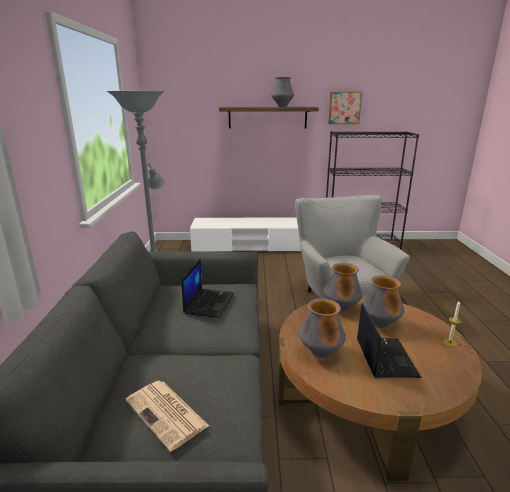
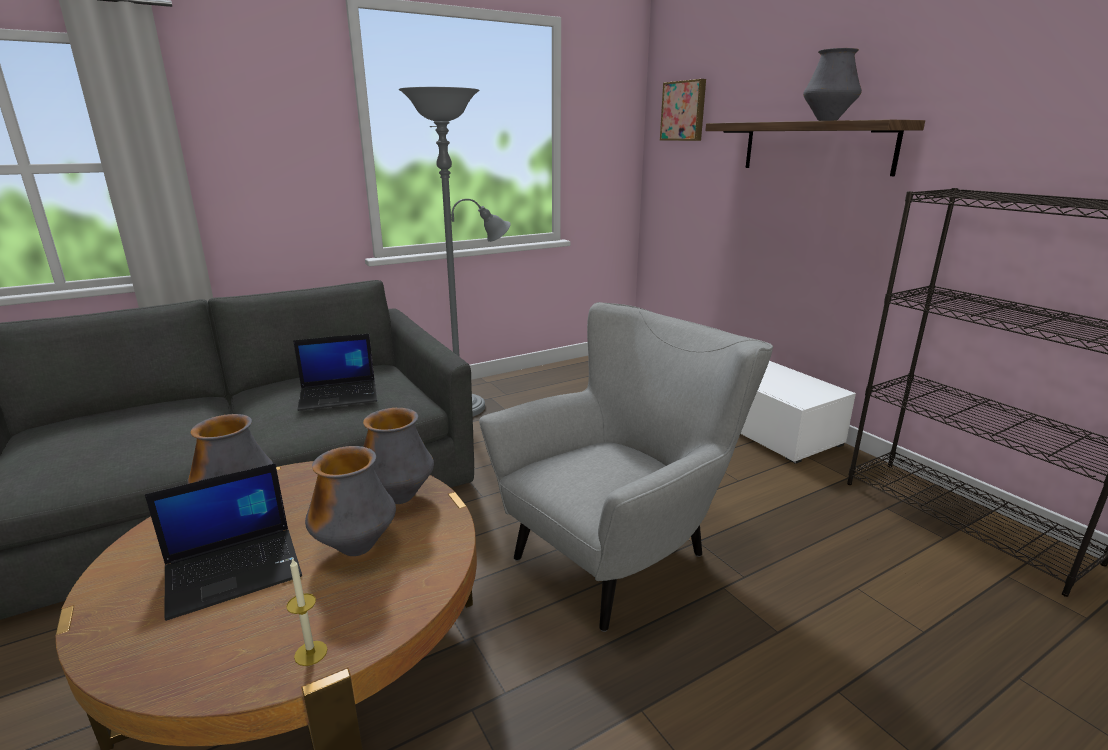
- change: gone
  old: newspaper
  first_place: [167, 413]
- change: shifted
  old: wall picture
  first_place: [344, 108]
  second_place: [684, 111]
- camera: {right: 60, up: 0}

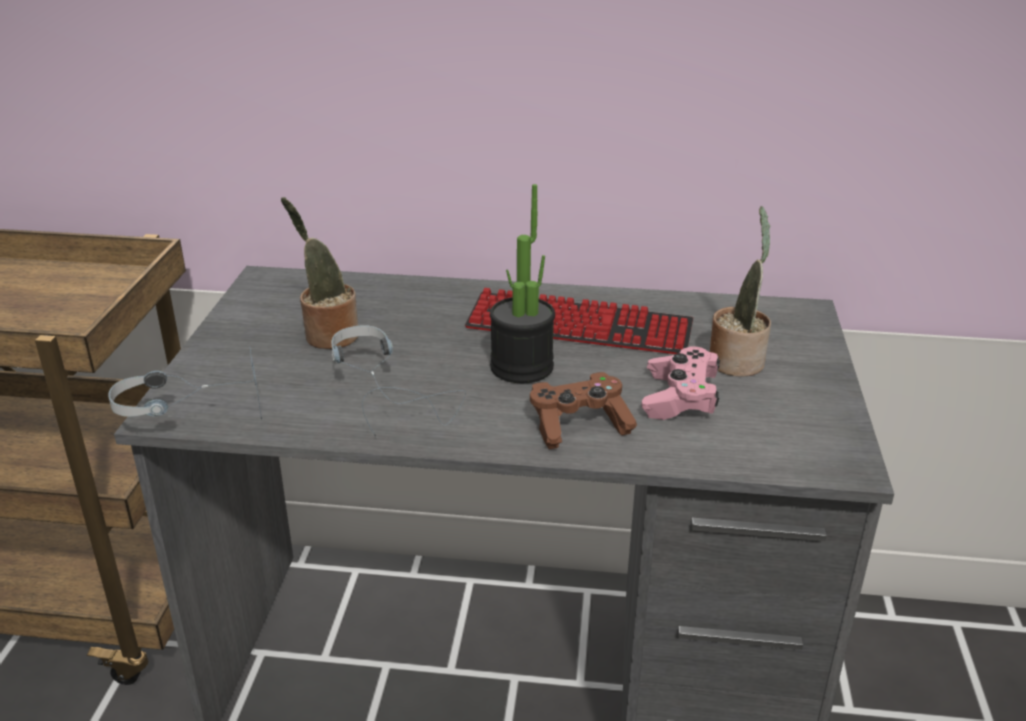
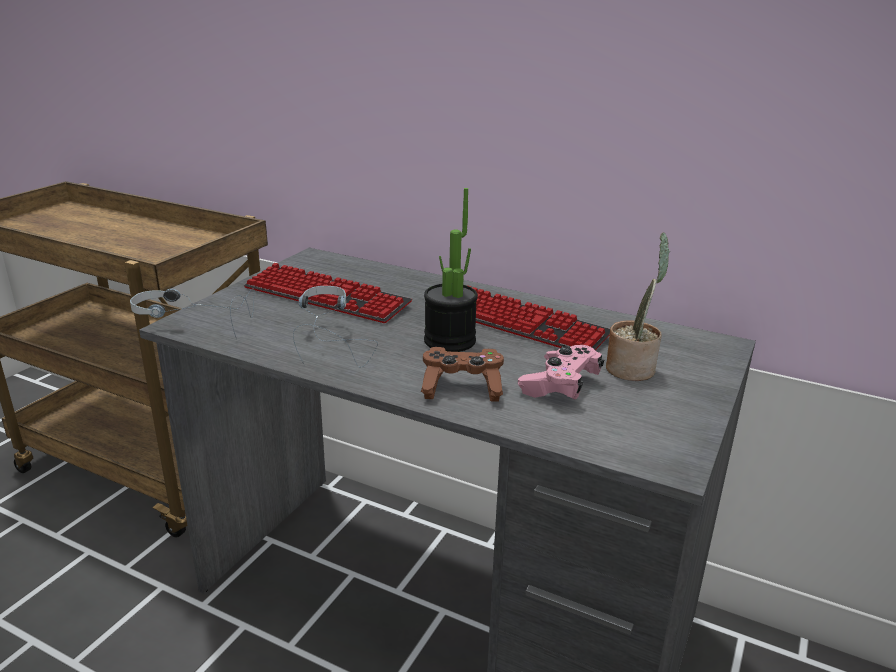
- change: swapped
  old: potted plant
  new: computer keyboard
  first_place: [328, 335]
  second_place: [326, 297]
- camera: {right: 20, up: -5}

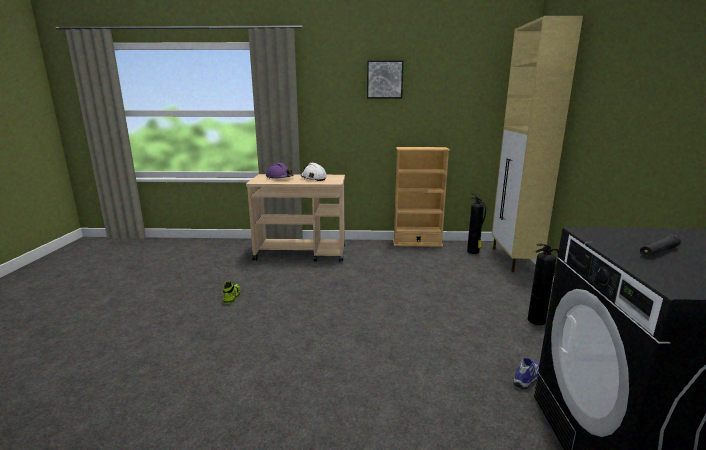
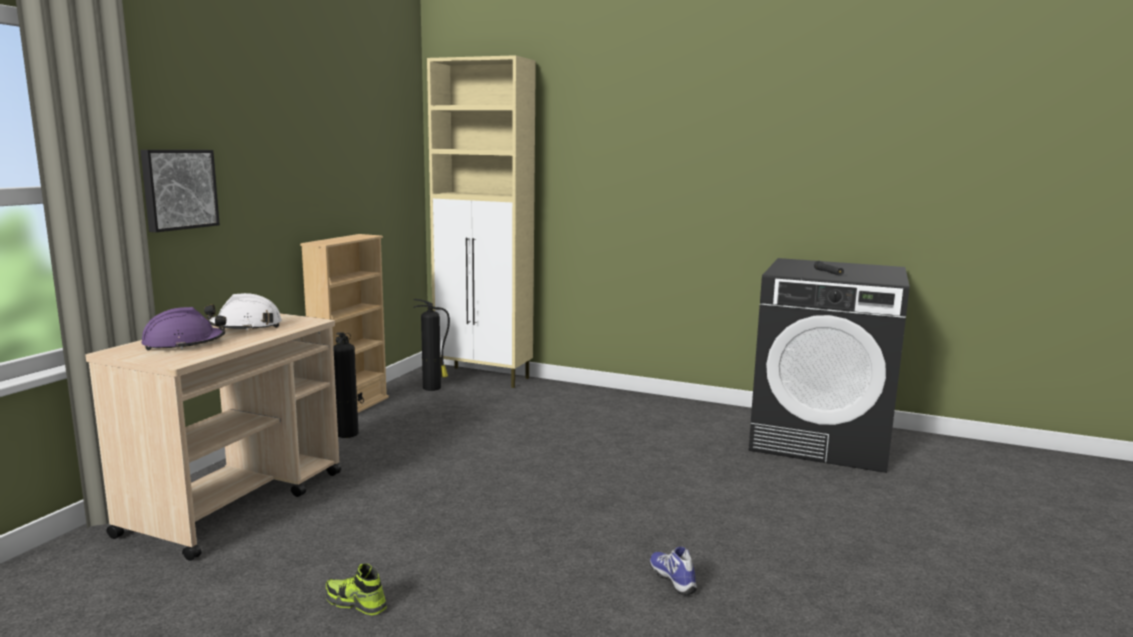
- change: shifted
  old: wall picture
  first_place: [384, 79]
  second_place: [178, 189]
- change: shifted
  old: item of footwear
  first_place: [528, 379]
  second_place: [673, 579]
- change: shifted
  old: fire-fighting cylinder
  first_place: [537, 320]
  second_place: [347, 433]
- camera: {right: -70, up: -5}

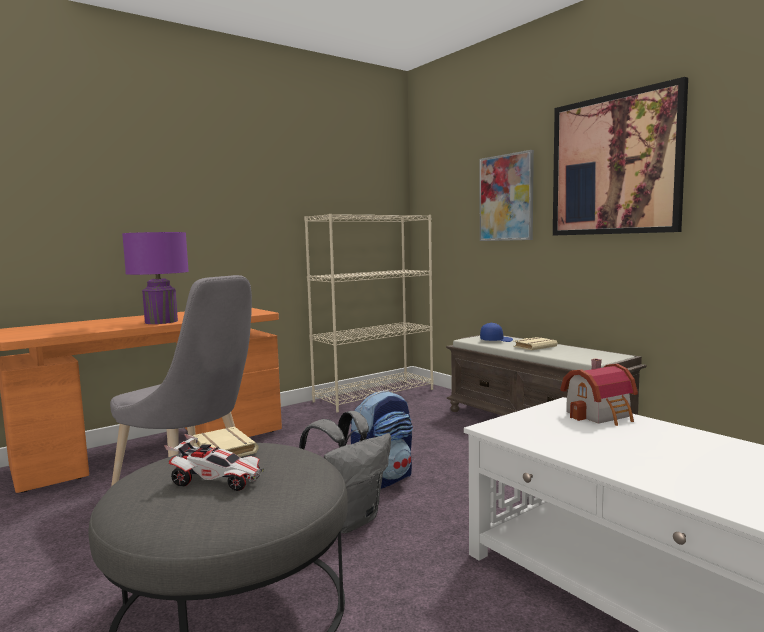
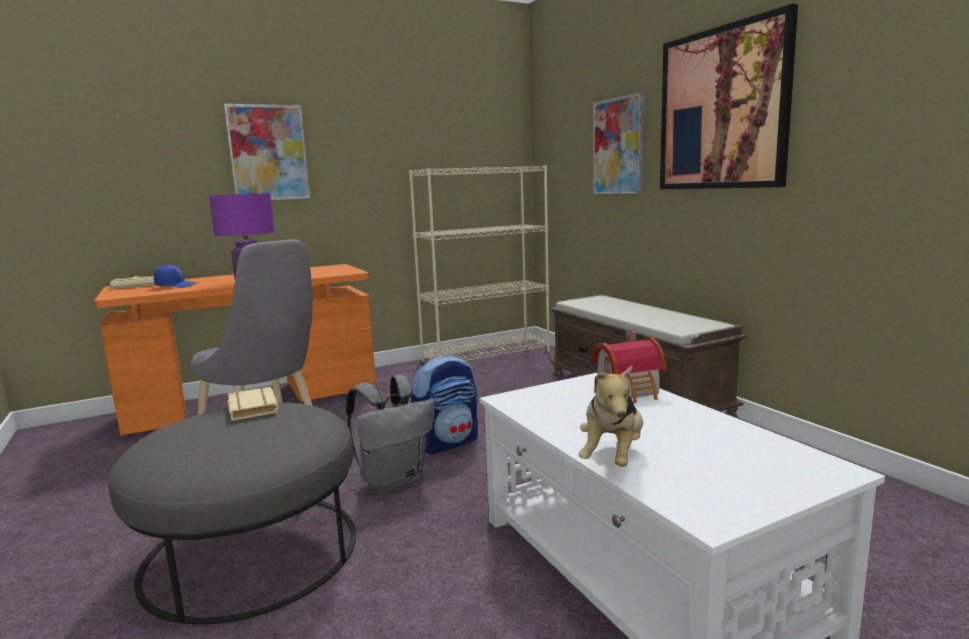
- change: gone
  old: model car
  first_place: [217, 481]
- change: shifted
  old: blue baseball cap
  first_place: [496, 340]
  second_place: [176, 286]
- change: shifted
  old: beige-coloured volume
  first_place: [534, 347]
  second_place: [136, 285]
- change: new
  new: wall picture
  second_place: [268, 153]
- change: new
  new: plush toy
  second_place: [613, 456]
- camera: {right: 10, up: 5}

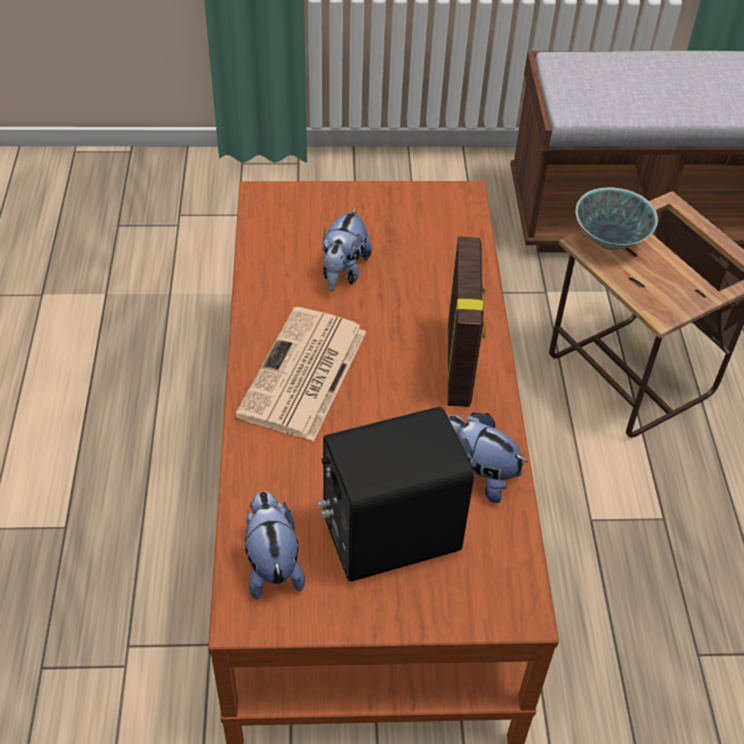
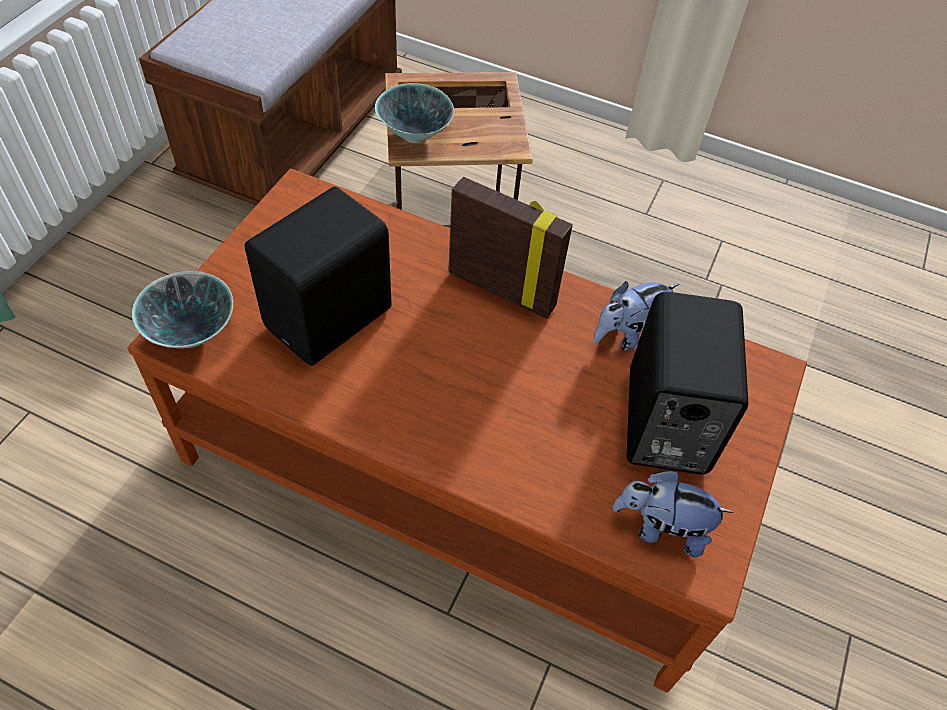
- change: gone
  old: newspaper
  first_place: [303, 375]
- change: swapped
  old: plush toy
  new: black-coloured audio speaker
  first_place: [343, 272]
  second_place: [332, 319]
- change: new
  new: serving bowl
  second_place: [192, 334]
- camera: {right: -65, up: 5}

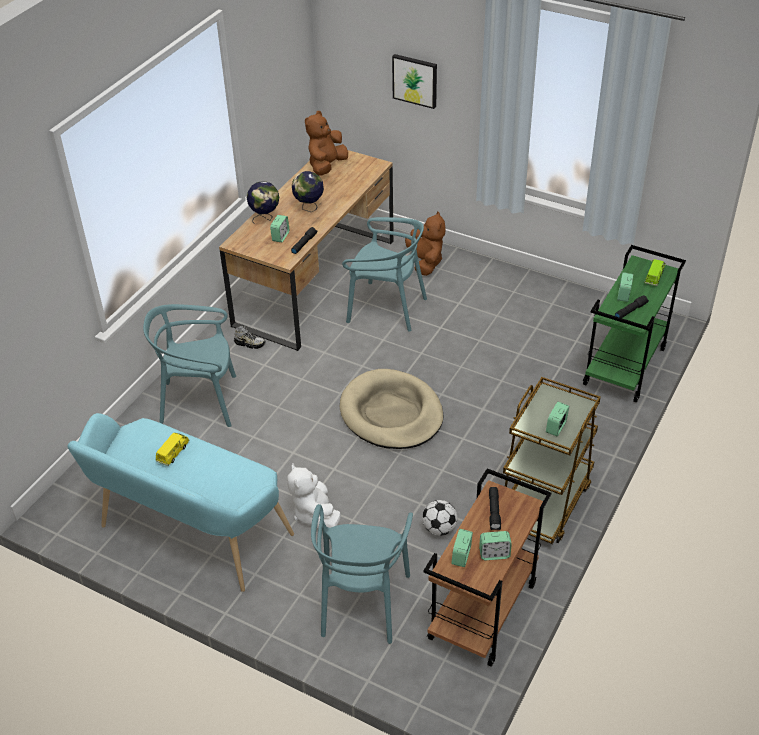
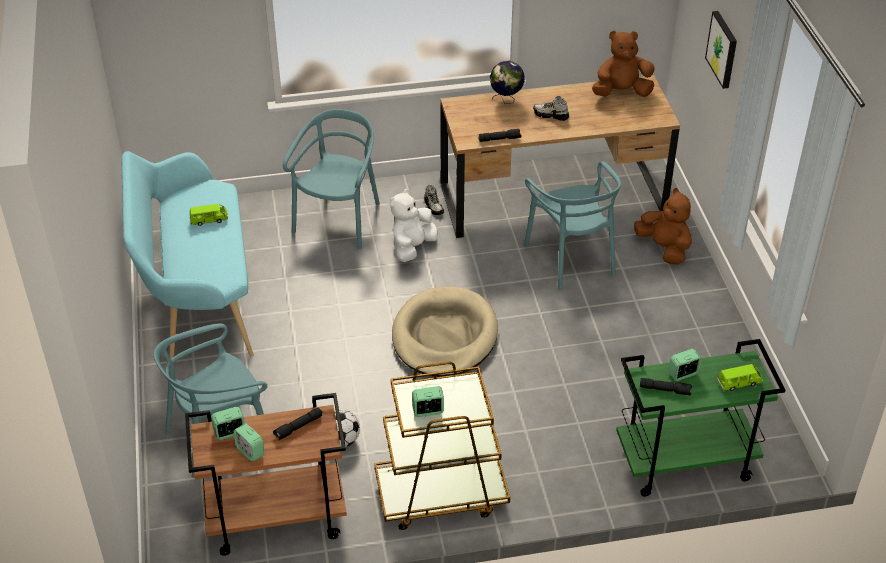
- change: rotated
  old: turquoise chair
  first_place: [200, 401]
  second_place: [339, 220]
  degrees: 60
- change: repainted
  old: yellowish model car
  new: greenish model car
  first_place: [173, 453]
  second_place: [209, 220]
- change: gone
  old: alarm clock
  first_place: [280, 237]
- change: shifted
  old: white-coloured plush toy
  first_place: [314, 513]
  second_place: [412, 247]
- change: swapped
  old: globe
  new: item of footwear
  first_place: [309, 208]
  second_place: [550, 115]
- change: rotated
  old: brownish plush toy
  first_place: [425, 262]
  second_place: [664, 248]
  degrees: -75
- camera: {right: 50, up: 0}

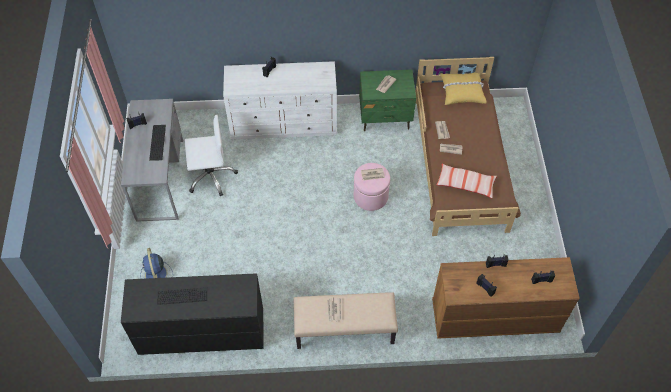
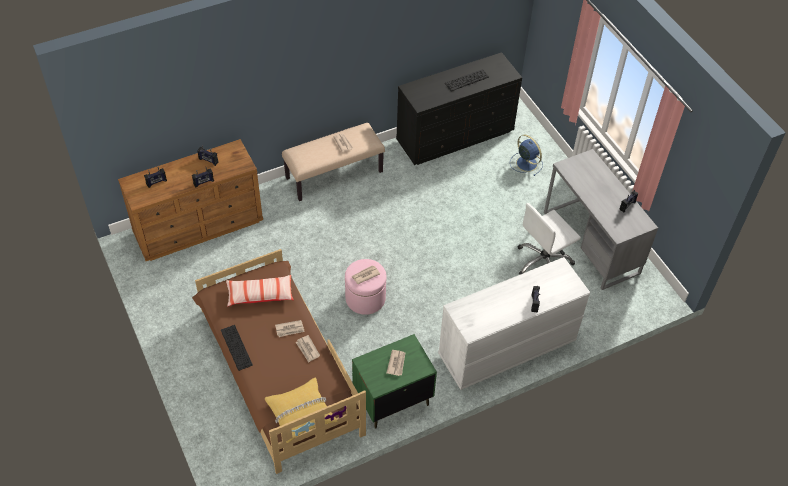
- change: shifted
  old: computer keyboard
  first_place: [157, 142]
  second_place: [236, 347]
- camera: {right: 155, up: -5}

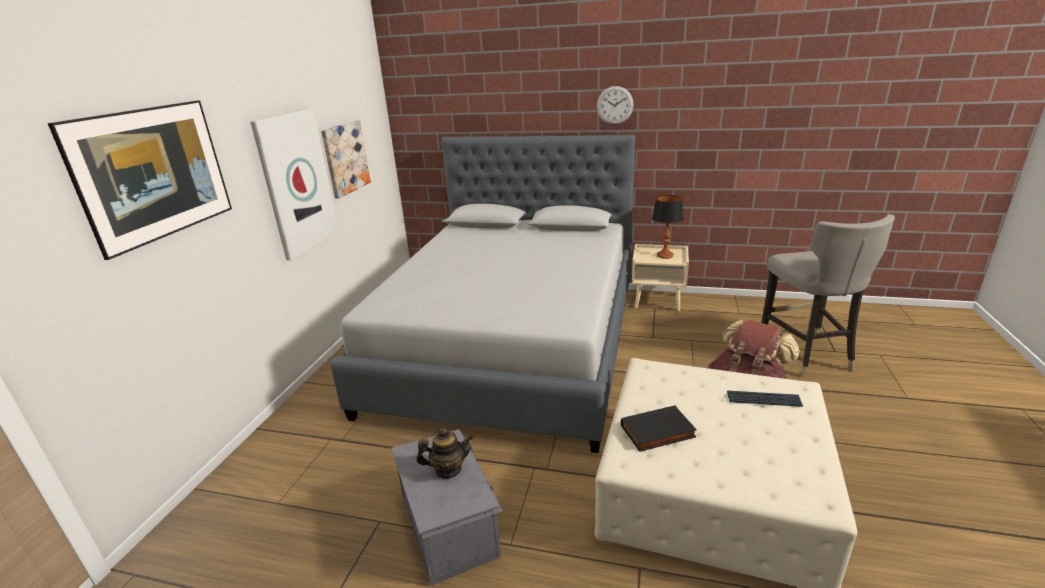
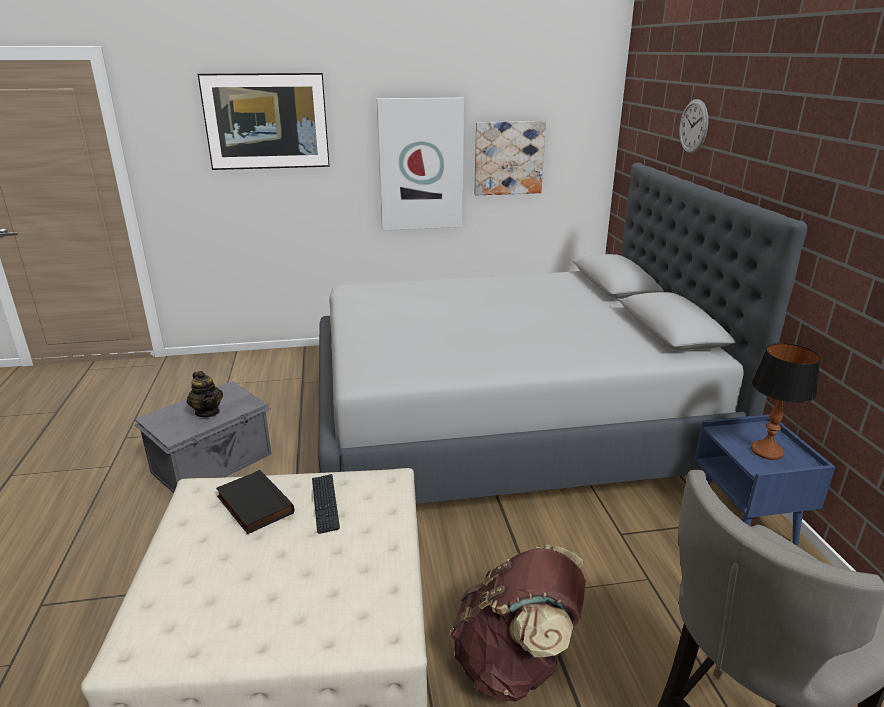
- change: shifted
  old: hanging clock
  first_place: [614, 105]
  second_place: [693, 126]
- change: repainted
  old: beige-coloured nightstand
  new: blue nightstand
  first_place: [658, 301]
  second_place: [745, 522]
- change: shifted
  old: computer keyboard
  first_place: [763, 400]
  second_place: [325, 503]
- camera: {right: 65, up: 0}

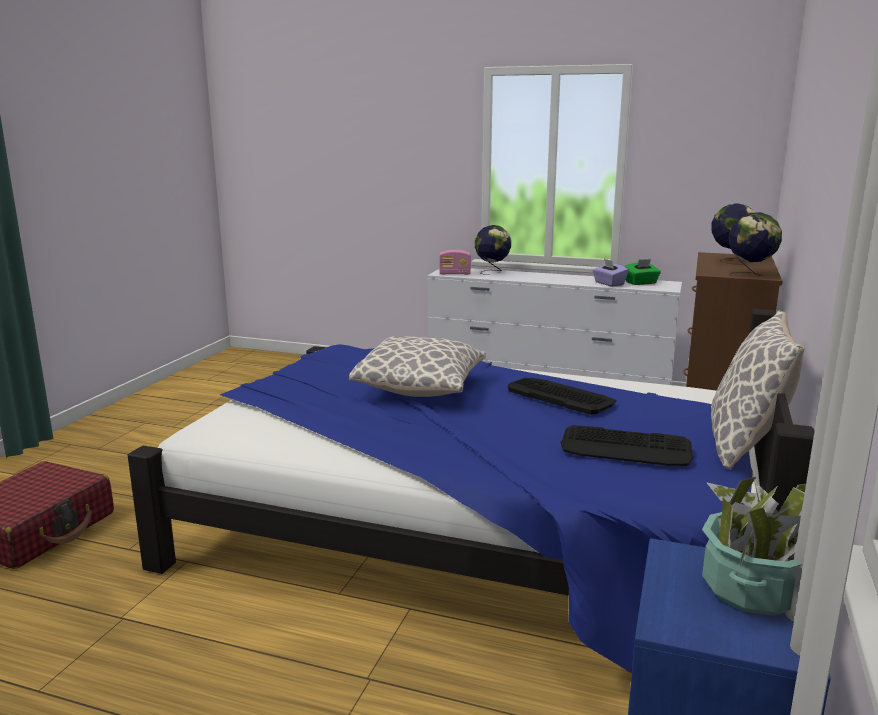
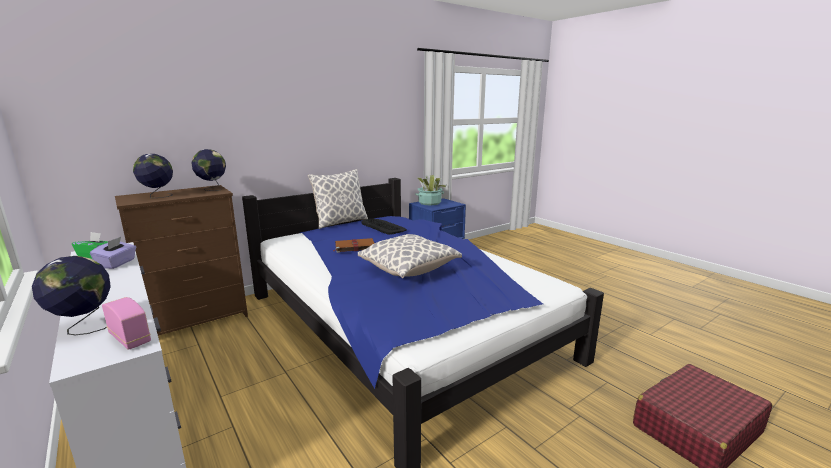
- change: swapped
  old: computer keyboard
  new: brownish volume
  first_place: [560, 396]
  second_place: [354, 247]
- camera: {right: -145, up: 0}

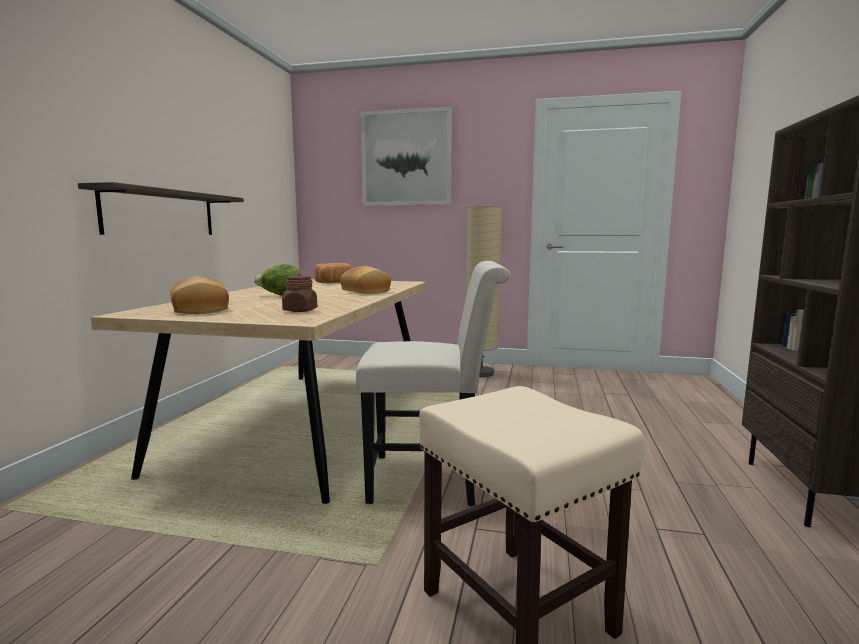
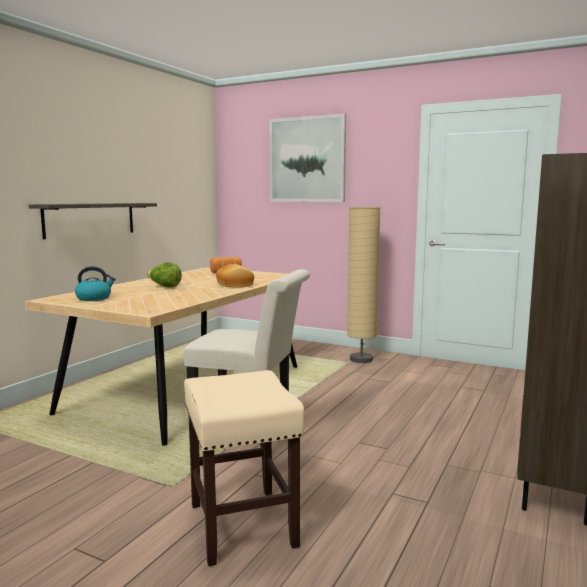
- change: swapped
  old: baked bread
  new: water kettle
  first_place: [198, 310]
  second_place: [94, 298]
- change: gone
  old: brownish preserve jar
  first_place: [300, 310]
- camera: {right: 15, up: 0}

